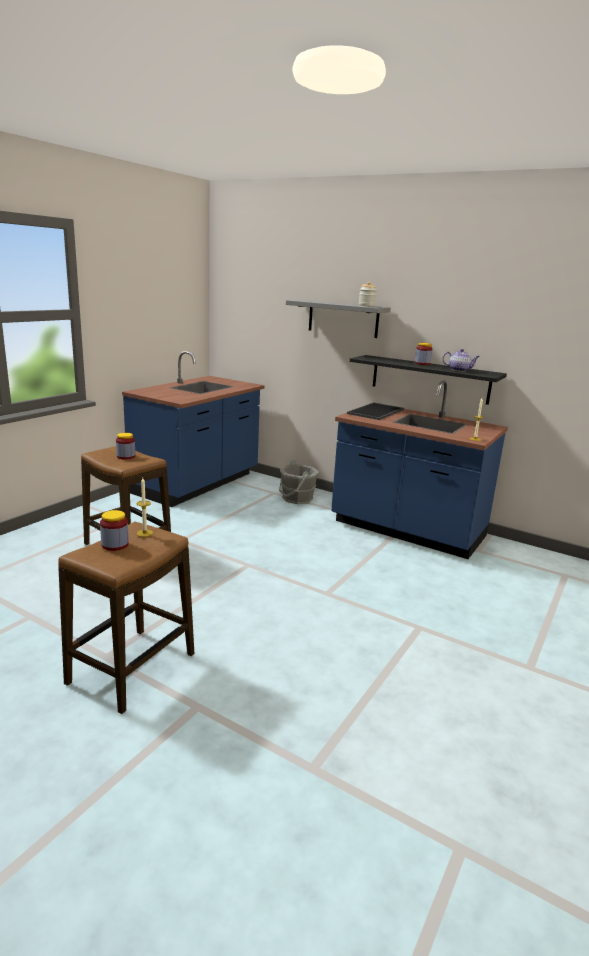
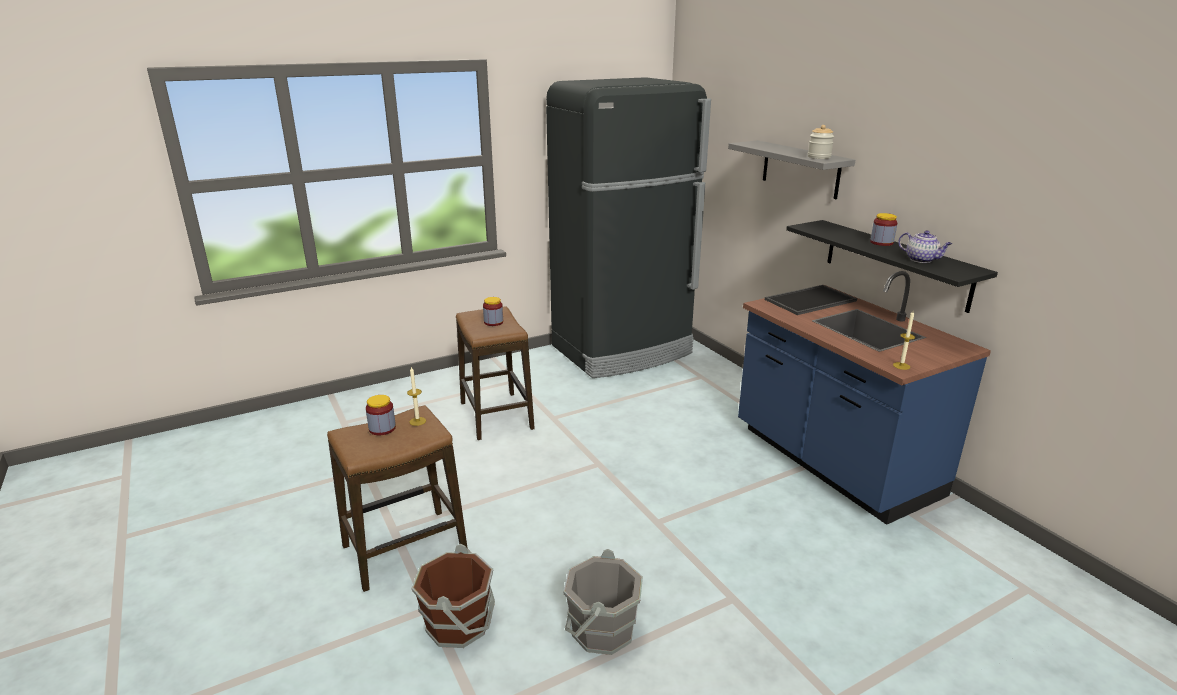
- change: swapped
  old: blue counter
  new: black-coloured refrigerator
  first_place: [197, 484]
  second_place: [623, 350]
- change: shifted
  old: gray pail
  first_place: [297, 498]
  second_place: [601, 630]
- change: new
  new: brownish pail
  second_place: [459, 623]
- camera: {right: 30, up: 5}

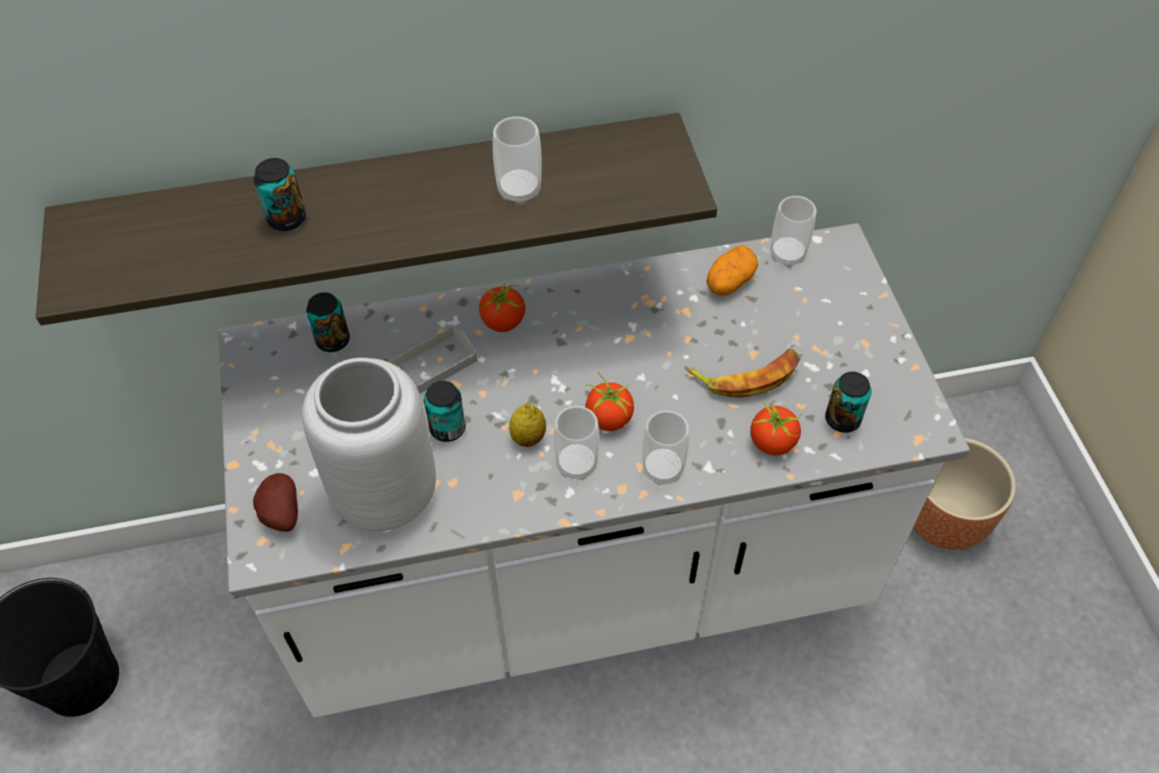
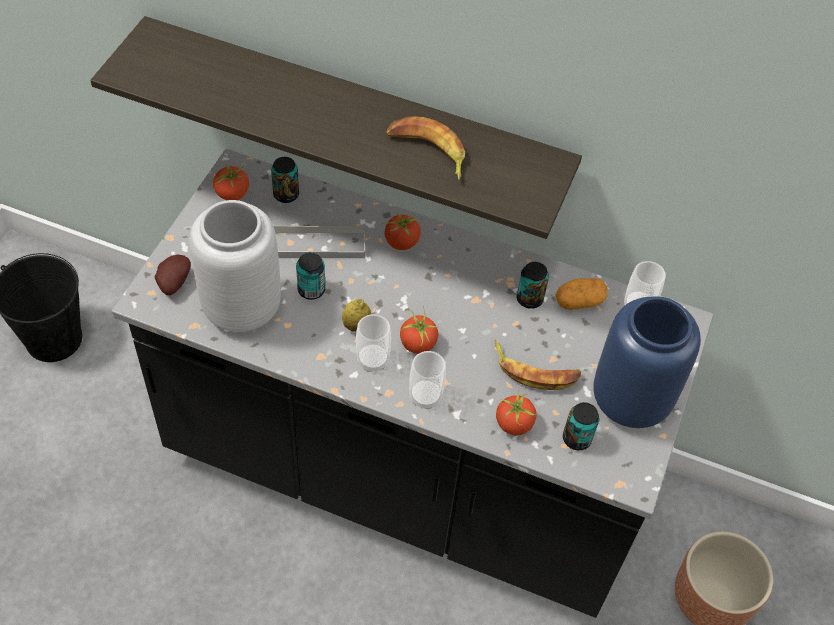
- change: repainted
  old: white-coloured counter
  new: black-coloured counter
  first_place: [580, 579]
  second_place: [403, 472]
- change: shifted
  old: metal can
  first_place: [287, 219]
  second_place: [529, 299]
- change: swapped
  old: drinking cup
  new: banana fruit
  first_place: [519, 190]
  second_place: [427, 152]
- change: new
  new: fresh tomato
  second_place: [232, 194]
- change: new
  new: blue flower vase
  second_place: [629, 402]
- camera: {right: 30, up: 0}

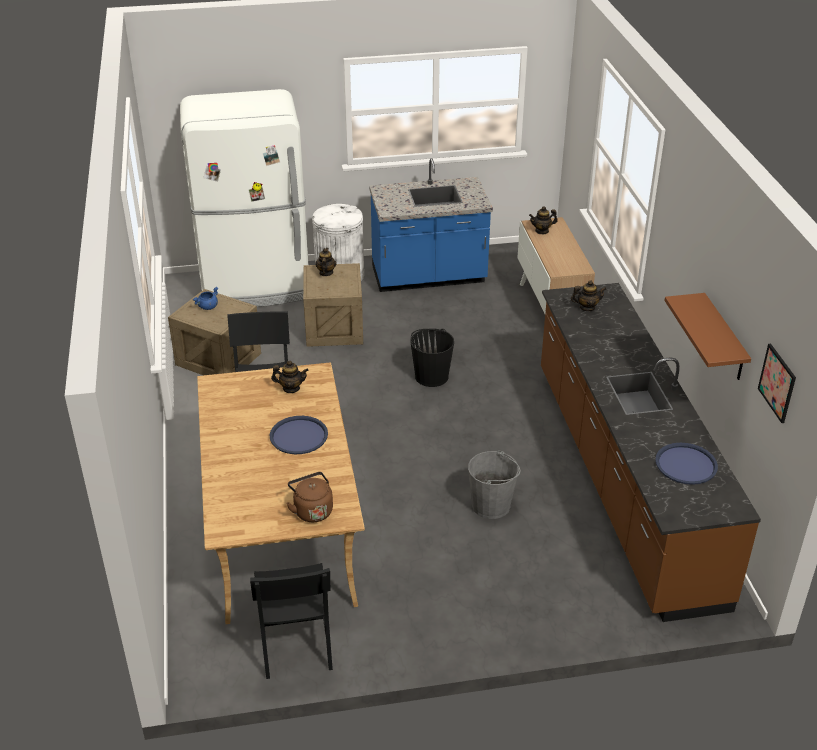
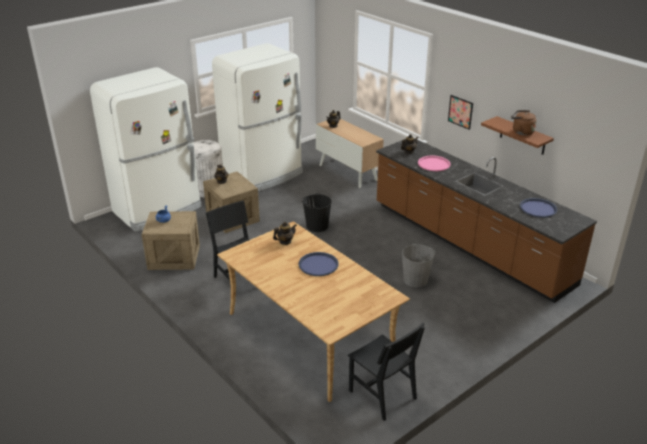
- change: shifted
  old: brownish water kettle
  first_place: [312, 510]
  second_place: [521, 132]
- change: swapped
  old: blue counter
  new: white-coloured refrigerator
  first_place: [429, 277]
  second_place: [263, 175]
- change: shifted
  old: wall picture
  first_place: [777, 383]
  second_place: [460, 112]
- change: new
  new: pinkish carrying tray
  second_place: [434, 164]
- camera: {right: -30, up: -5}

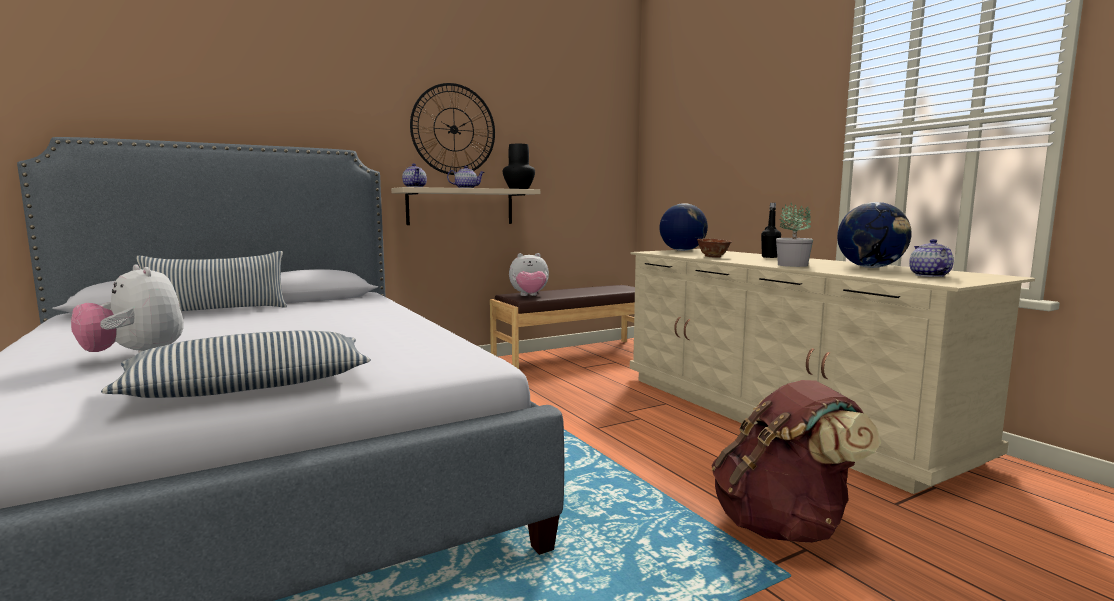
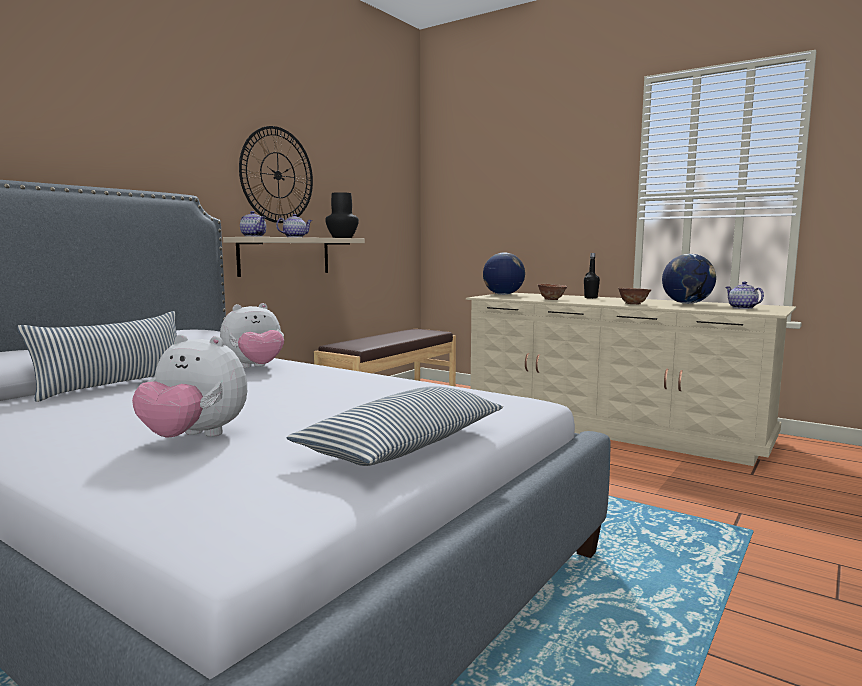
- change: shifted
  old: plush toy
  first_place: [529, 296]
  second_place: [255, 367]
- change: gone
  old: brownish rucksack
  first_place: [783, 526]
- change: swapped
  old: potted plant
  new: serving bowl
  first_place: [791, 265]
  second_place: [633, 304]
- camera: {right: -25, up: 0}

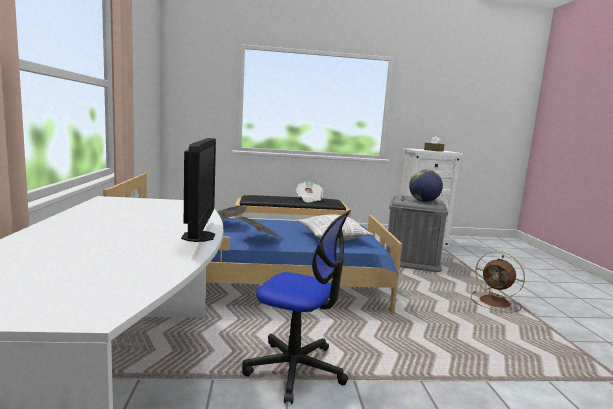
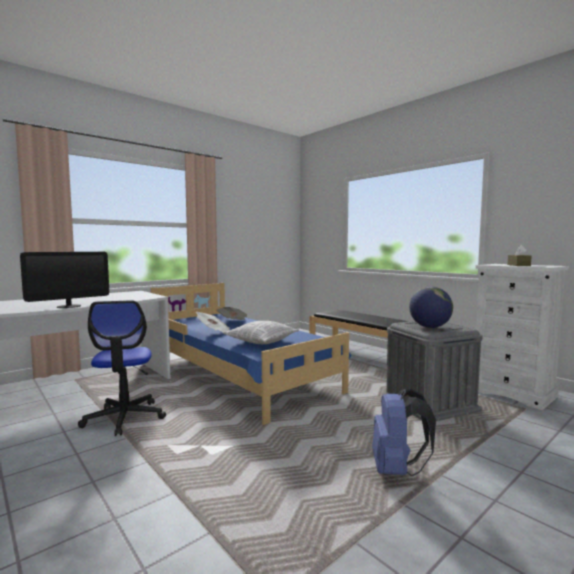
- change: gone
  old: newspaper
  first_place: [308, 199]
- change: swapped
  old: brownish cooling fan
  new: blue rucksack
  first_place: [496, 302]
  second_place: [397, 470]
- camera: {right: 55, up: -5}

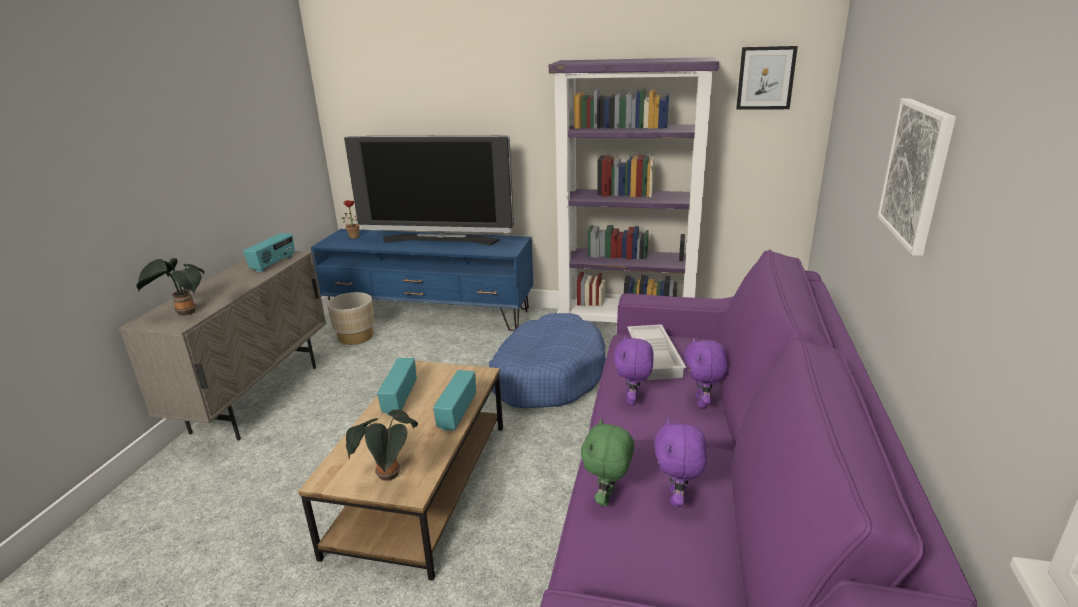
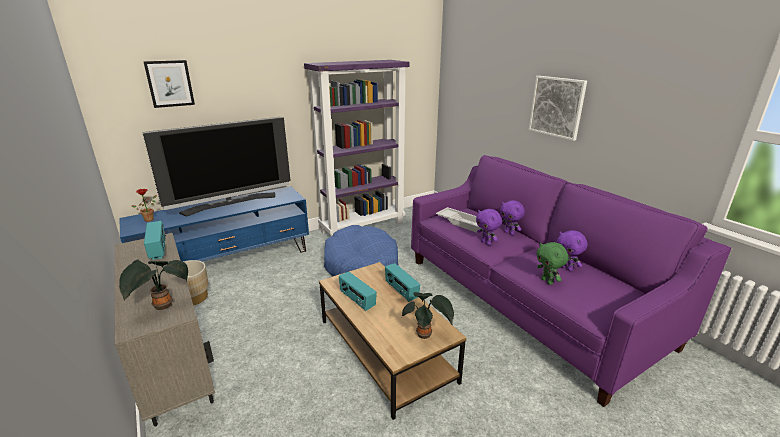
- change: shifted
  old: wall picture
  first_place: [765, 78]
  second_place: [170, 83]
- camera: {right: -45, up: 0}

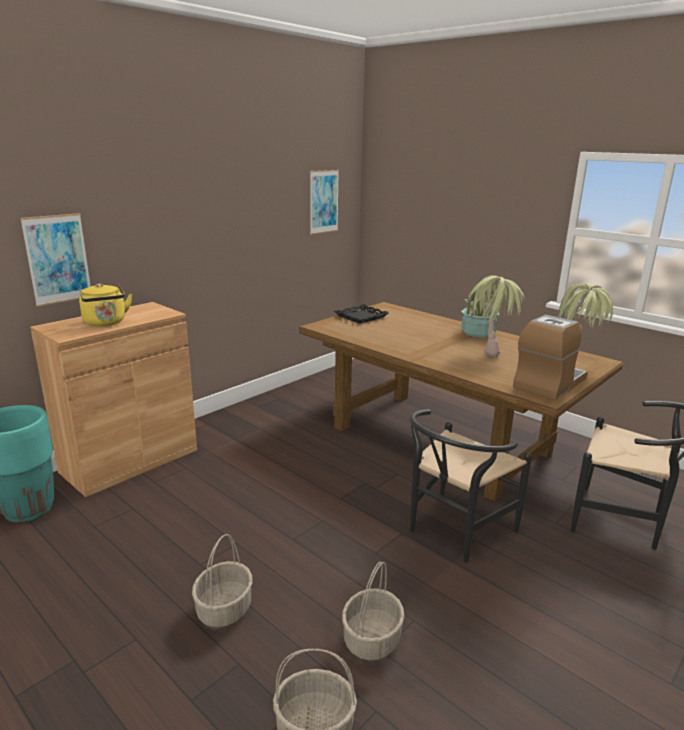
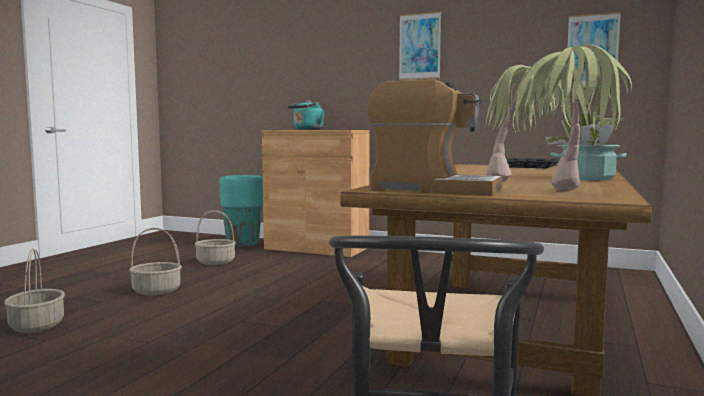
- change: shifted
  old: wall picture
  first_place: [57, 259]
  second_place: [419, 46]
- change: repainted
  old: yellowish water kettle
  new: turquoise water kettle
  first_place: [106, 323]
  second_place: [307, 129]
- change: shifted
  old: household basket
  first_place: [371, 638]
  second_place: [216, 262]
- change: gone
  old: black-coloured chair
  first_place: [454, 532]
- camera: {right: 70, up: -15}

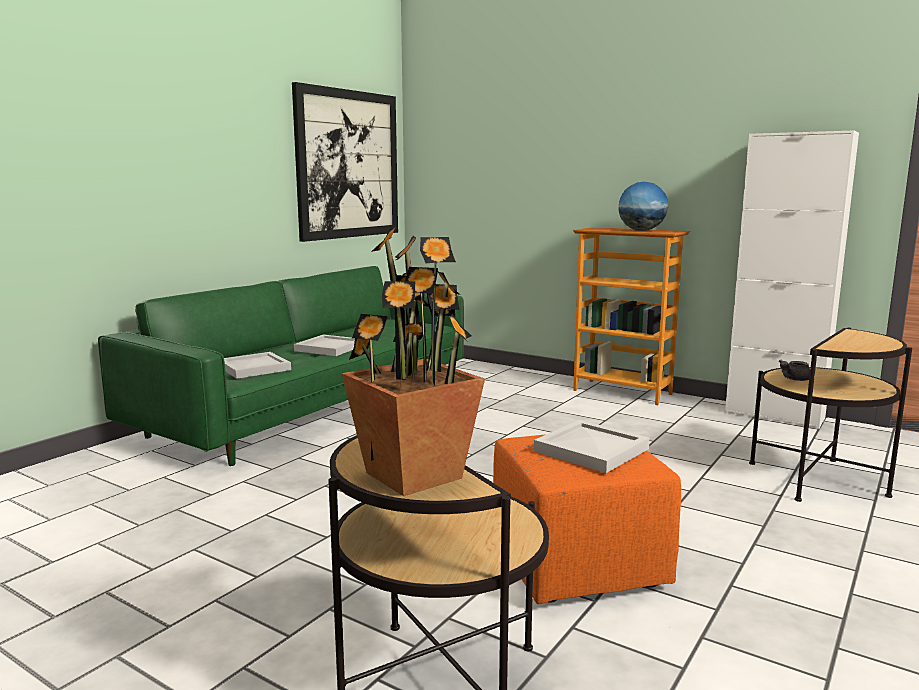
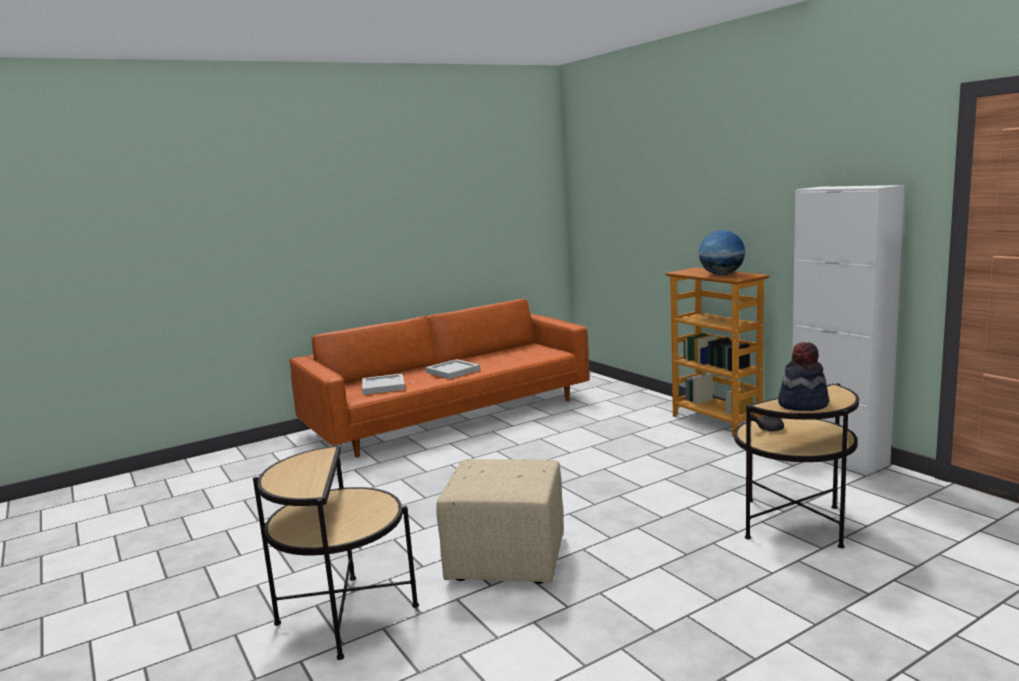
- change: repainted
  old: greenish sofa
  new: orange sofa
  first_place: [312, 407]
  second_place: [450, 415]
- change: gone
  old: wall picture
  first_place: [348, 165]
- change: gone
  old: potted plant
  first_place: [414, 475]
- change: repainted
  old: orange ottoman
  new: beige-coloured ottoman
  first_place: [579, 564]
  second_place: [508, 559]
- change: gone
  old: white-coloured carrying tray
  first_place: [589, 450]
- change: new
  new: wearable hat
  second_place: [802, 404]
- camera: {right: 25, up: 0}

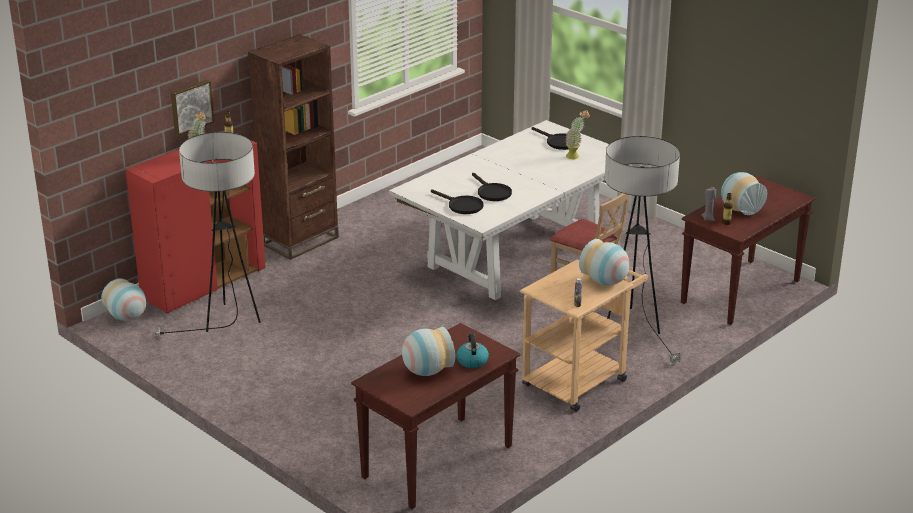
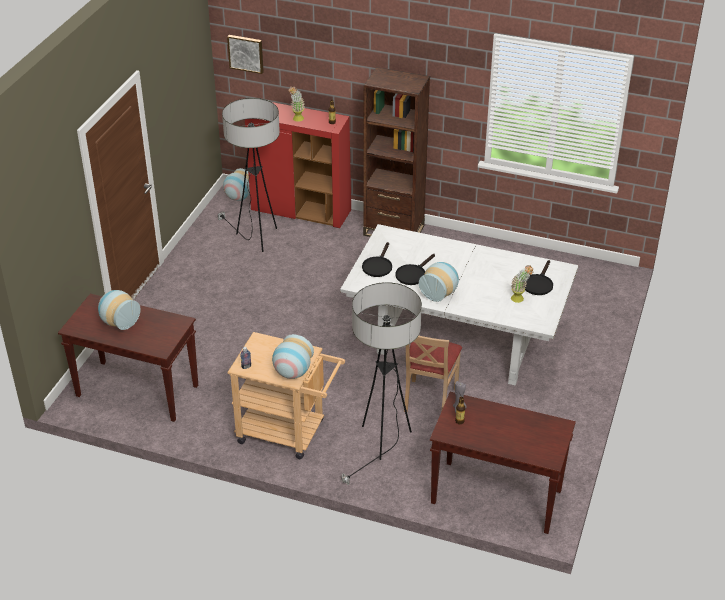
- change: shifted
  old: wall picture
  first_place: [191, 106]
  second_place: [246, 53]
- change: gone
  old: water kettle
  first_place: [472, 361]
- change: shifted
  old: flower vase
  first_place: [739, 209]
  second_place: [439, 293]
- camera: {right: 65, up: 10}

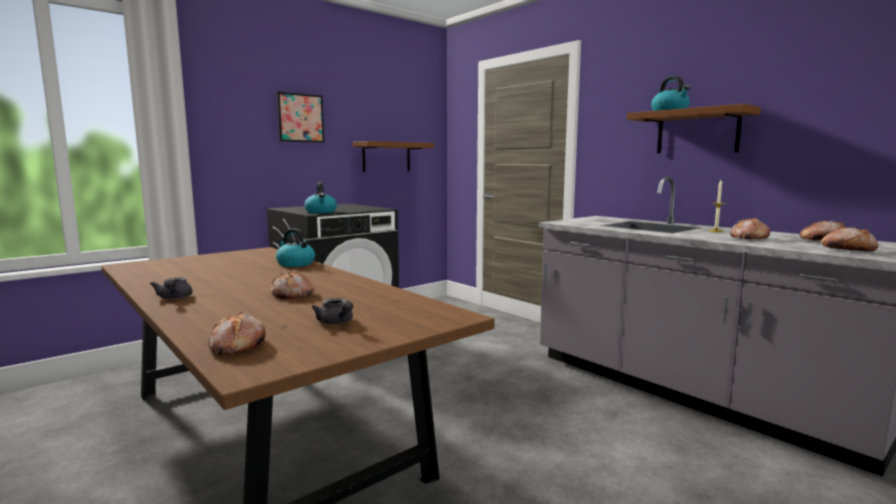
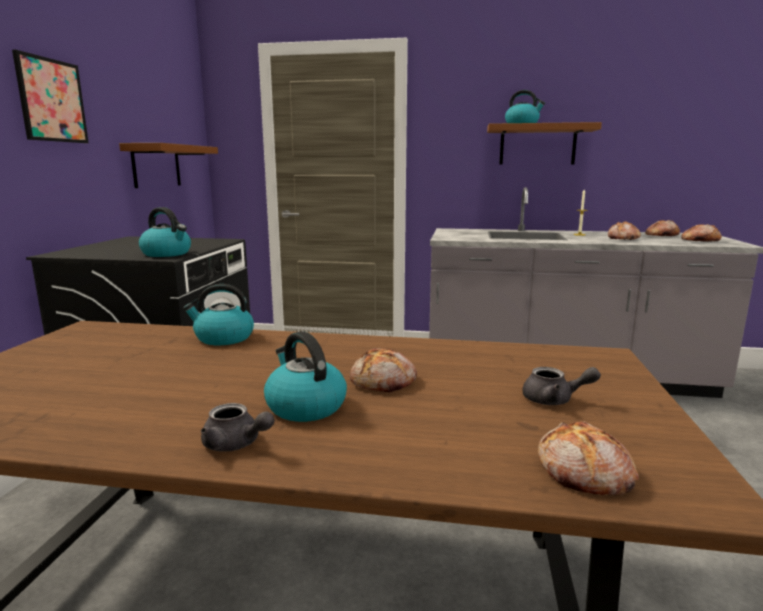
- change: new
  new: water kettle
  second_place: [305, 406]
- camera: {right: -40, up: 5}

